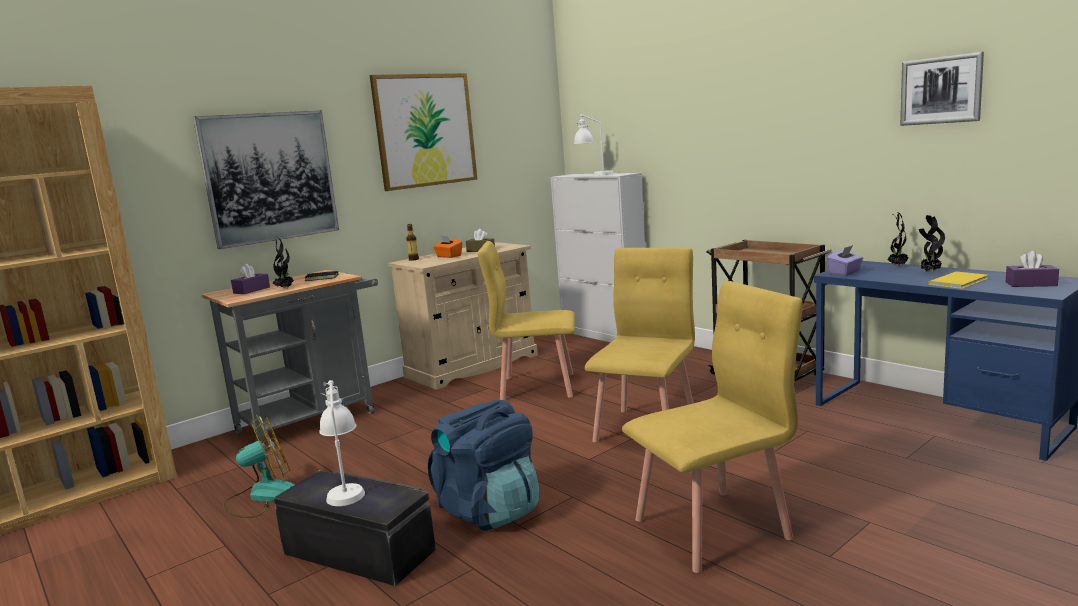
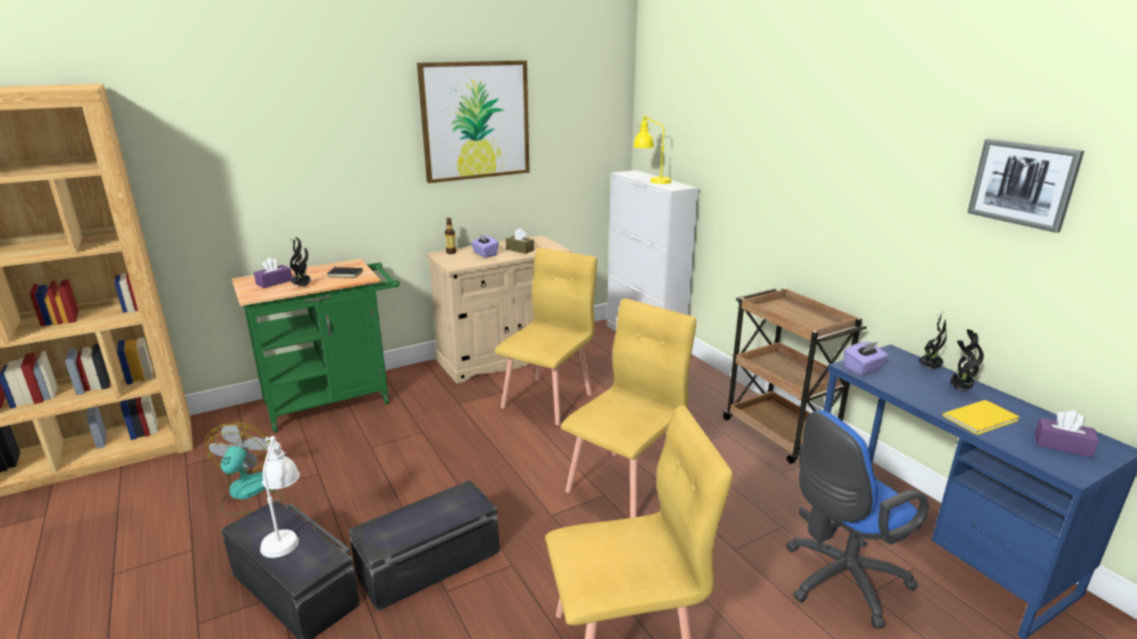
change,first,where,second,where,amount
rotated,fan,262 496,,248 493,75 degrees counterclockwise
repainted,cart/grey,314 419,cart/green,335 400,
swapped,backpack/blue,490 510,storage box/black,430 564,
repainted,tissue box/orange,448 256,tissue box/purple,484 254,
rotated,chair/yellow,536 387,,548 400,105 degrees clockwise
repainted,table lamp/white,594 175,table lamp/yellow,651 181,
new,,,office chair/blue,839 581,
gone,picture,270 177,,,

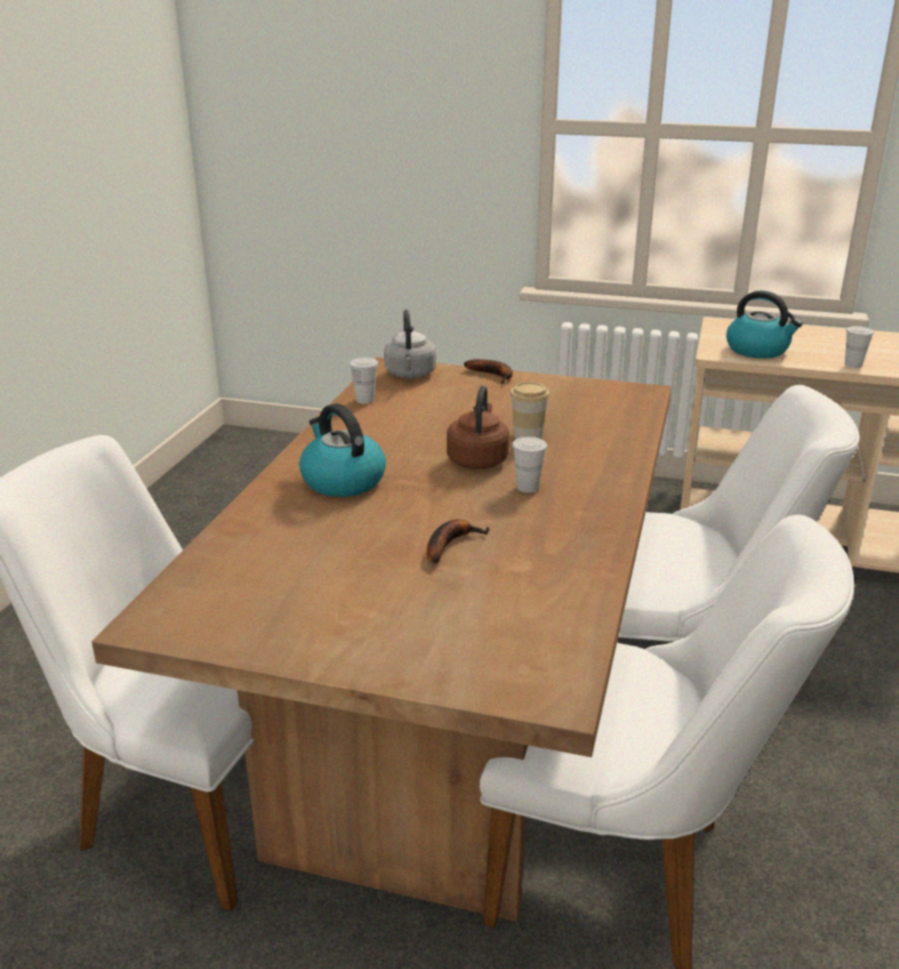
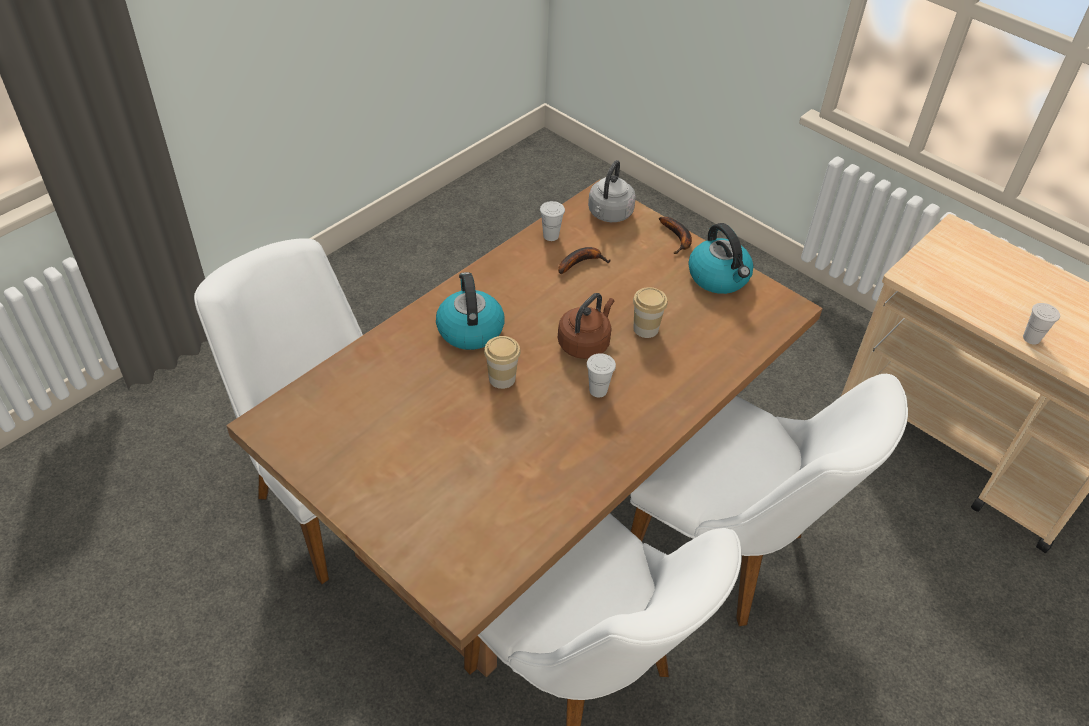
change,first,where,second,where,amount
new,,,cup,502 378,
shifted,banana,449 544,,581 262,
shifted,kettle,758 350,,719 277,

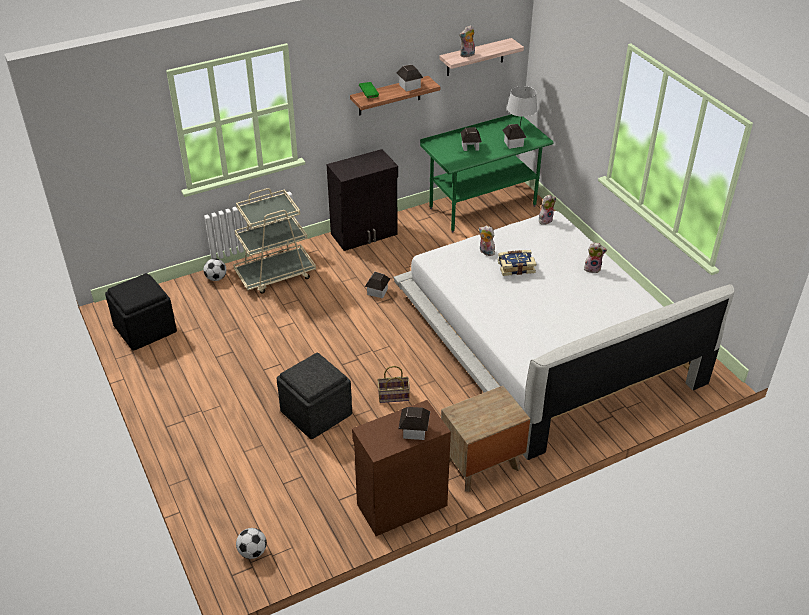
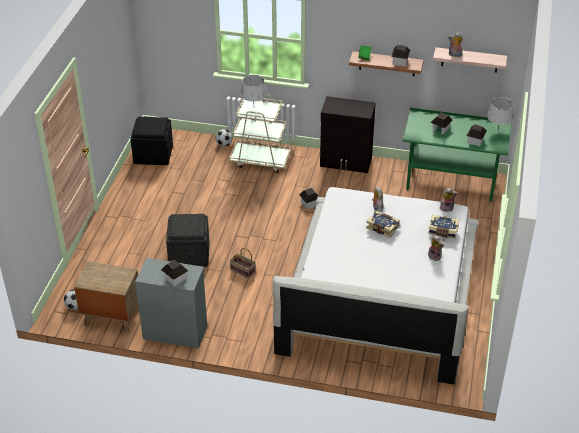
change,first,where,second,where,amount
shifted,nightstand/brown,481 464,,111 317,
repainted,cabinet/brown,400 504,cabinet/grey,175 331,
new,,,table lamp/grey,253 108,
new,,,book,443 231,

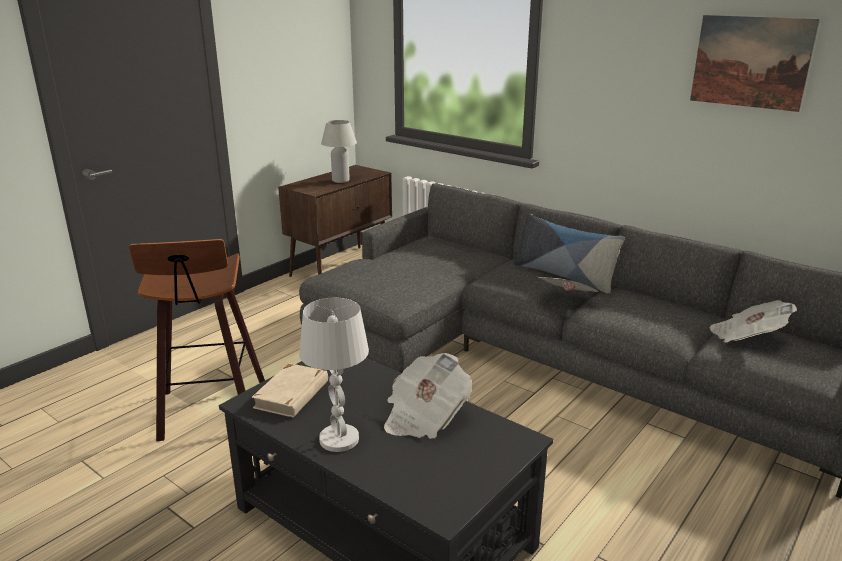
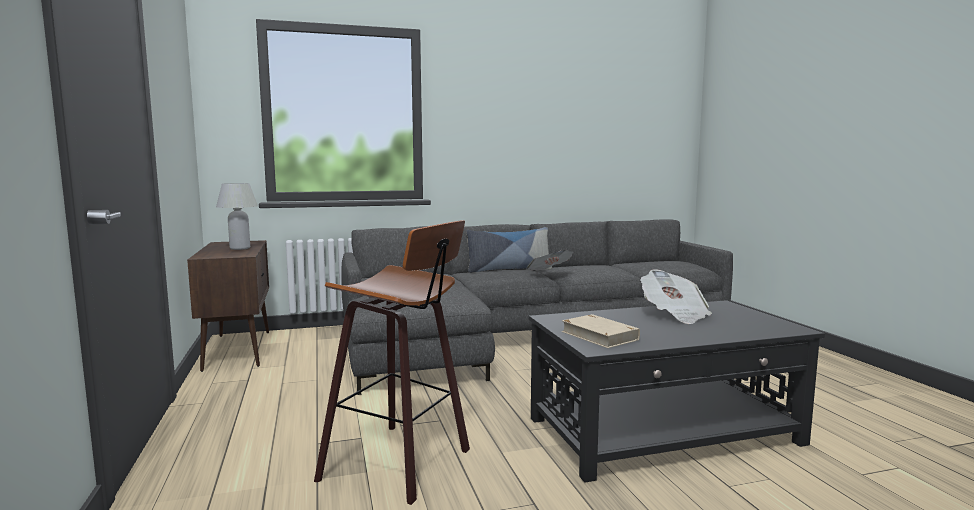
change,first,where,second,where,amount
gone,table lamp/white,339 439,,,
gone,picture,750 62,,,
gone,newspaper,747 337,,,

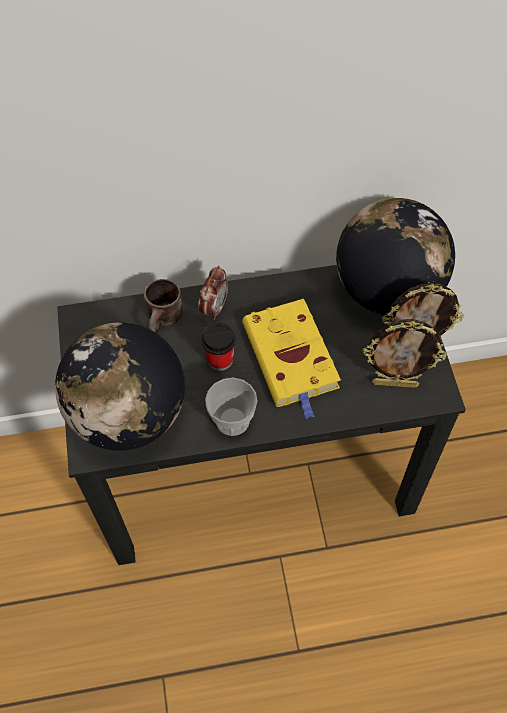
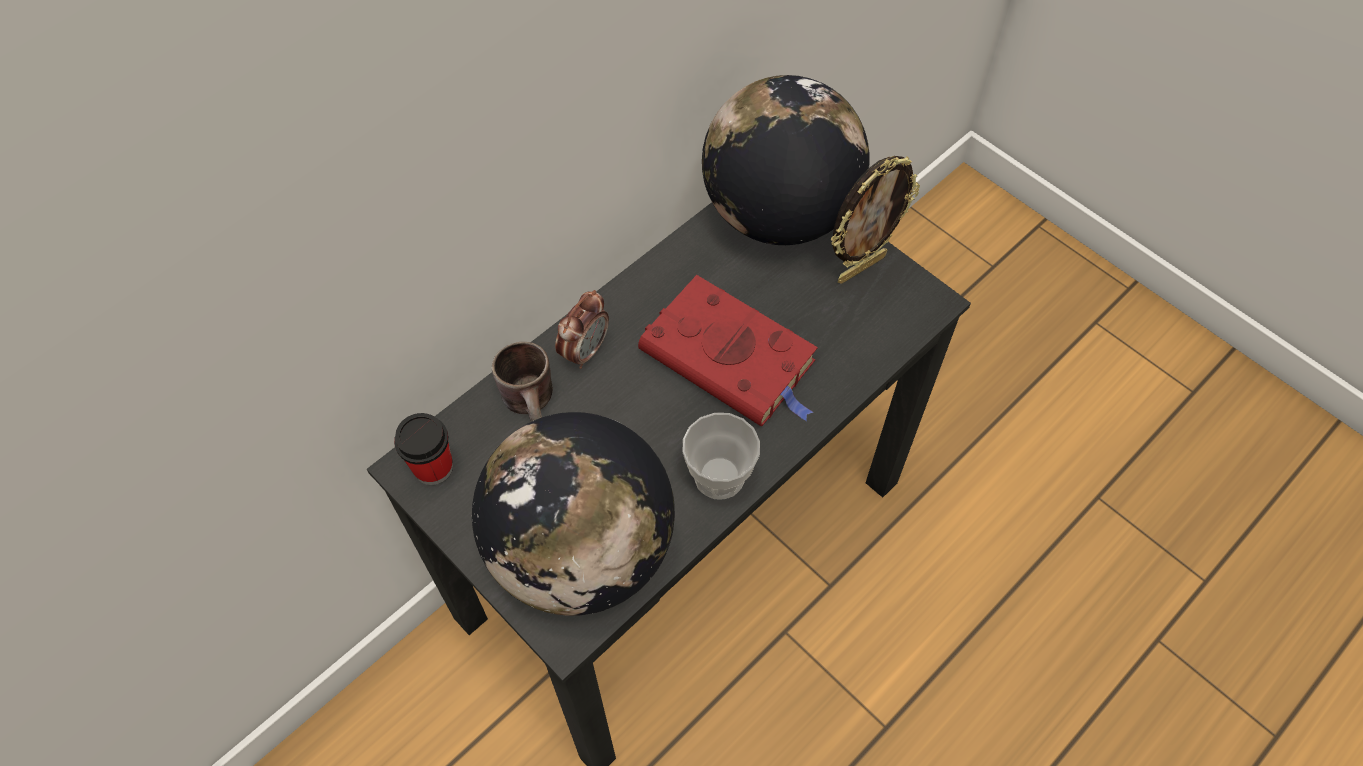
change,first,where,second,where,amount
shifted,cup,220 359,,433 467,
rotated,alarm clock,214 308,,585 350,45 degrees clockwise
repainted,book/yellow,292 359,book/red,732 358,
gone,picture frame,395 383,,,

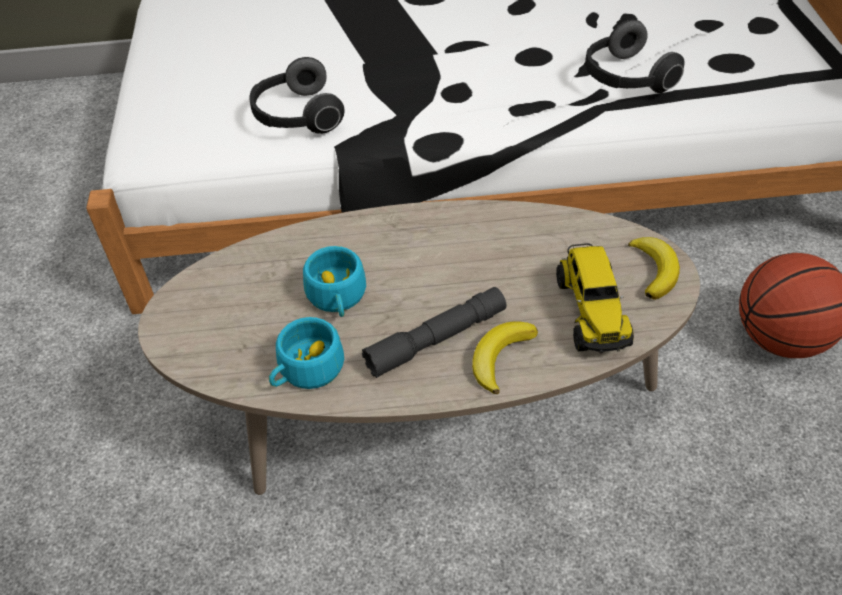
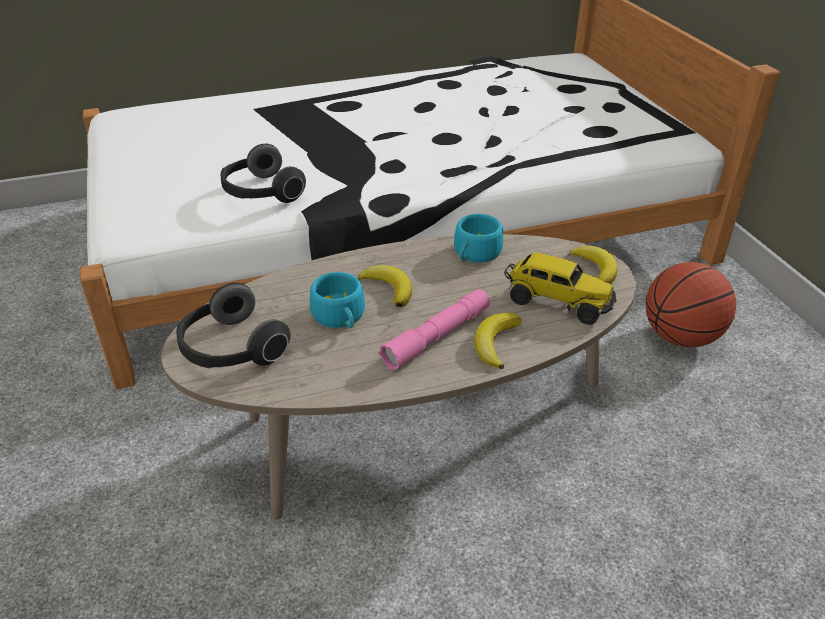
change,first,where,second,where,amount
shifted,headphones,625 79,,231 350,
new,,,banana,389 288,
repainted,flashlight/grey,436 339,flashlight/pink,437 337,
shifted,cup/turquoise,306 371,,474 254,
rotated,toy truck,591 311,,557 302,45 degrees counterclockwise

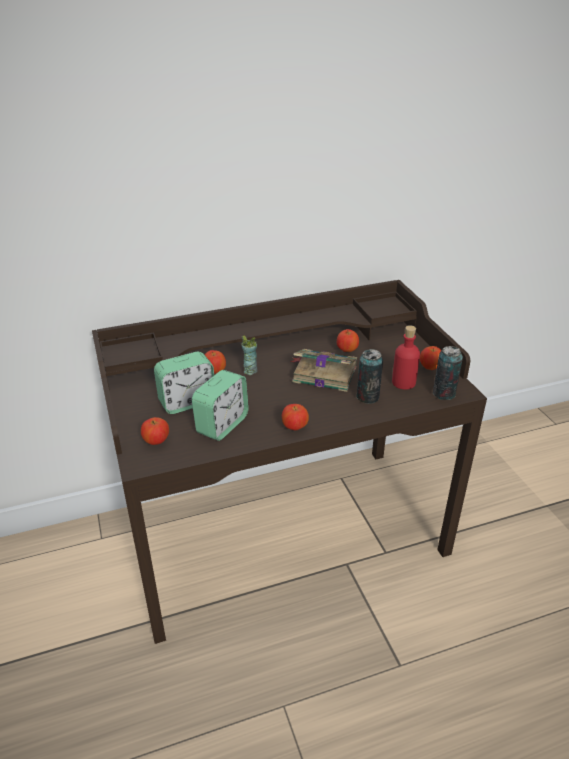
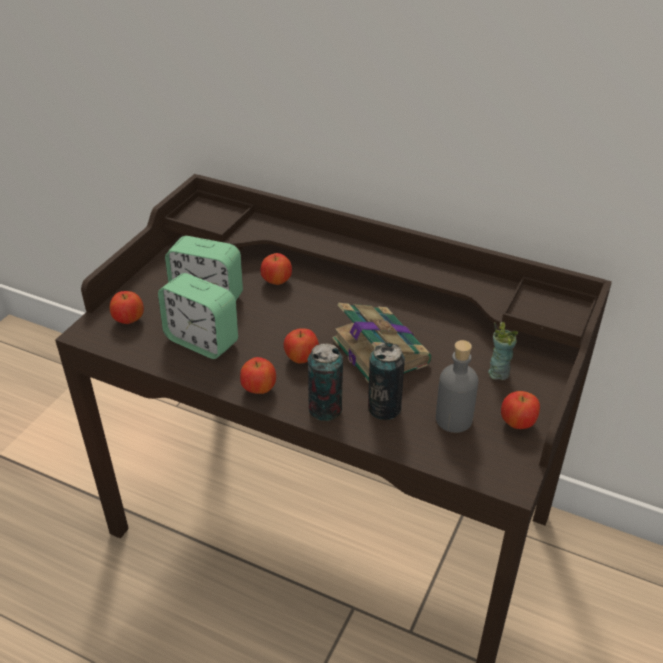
change,first,where,second,where,amount
rotated,alarm clock,222 425,,202 341,45 degrees clockwise
shifted,apple,347 350,,301 359,
shifted,can,444 394,,325 409,
repainted,bottle/red,403 382,bottle/grey,453 419,
shifted,cup,250 371,,498 373,

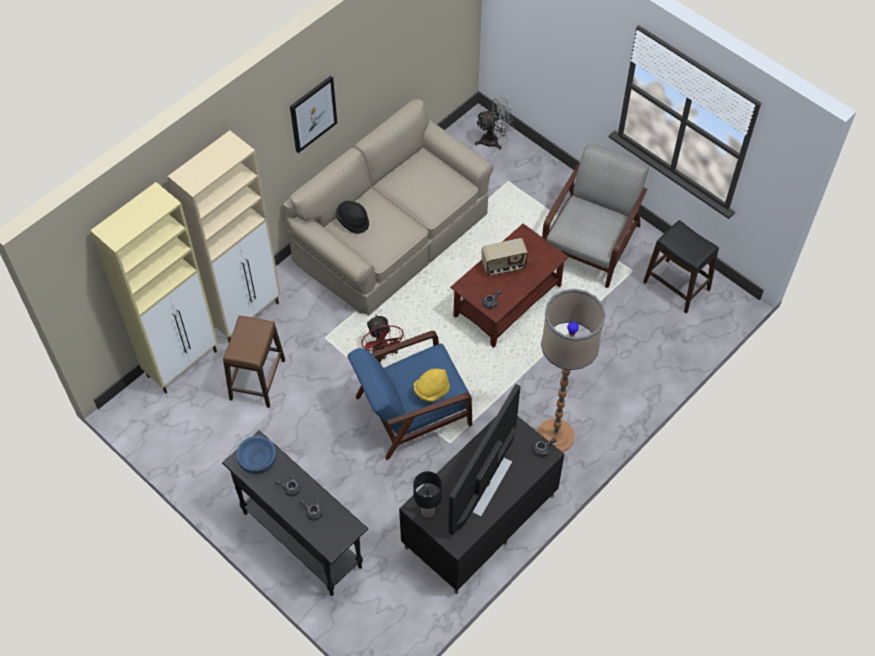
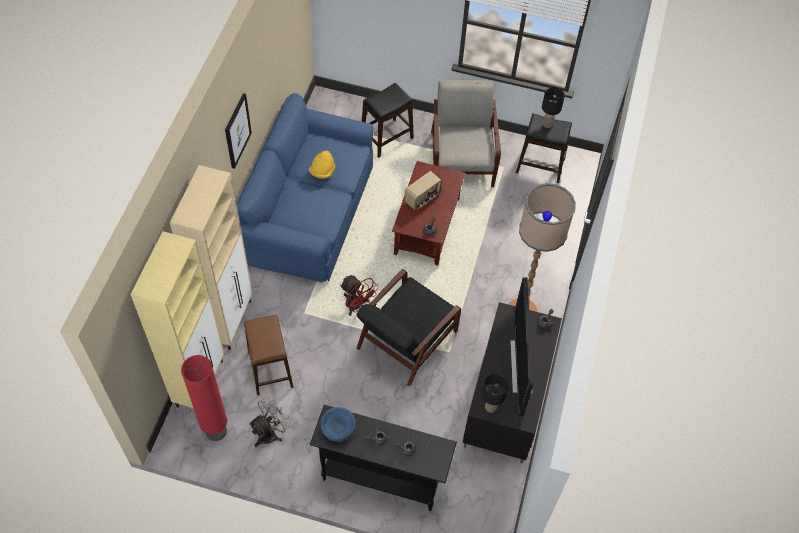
change,first,where,second,where,amount
new,,,floor lamp/red,216 431,
repainted,sofa/beige,392 234,sofa/blue,309 211,
shifted,fan/grey,494 140,,270 433,
shifted,hat/yellow,431 390,,322 171,
repainted,armchair/blue,411 411,armchair/black,405 341,
new,,,stool/black,386 138,
new,,,table lamp/black,548 124,
gone,hat/black,353 221,,,

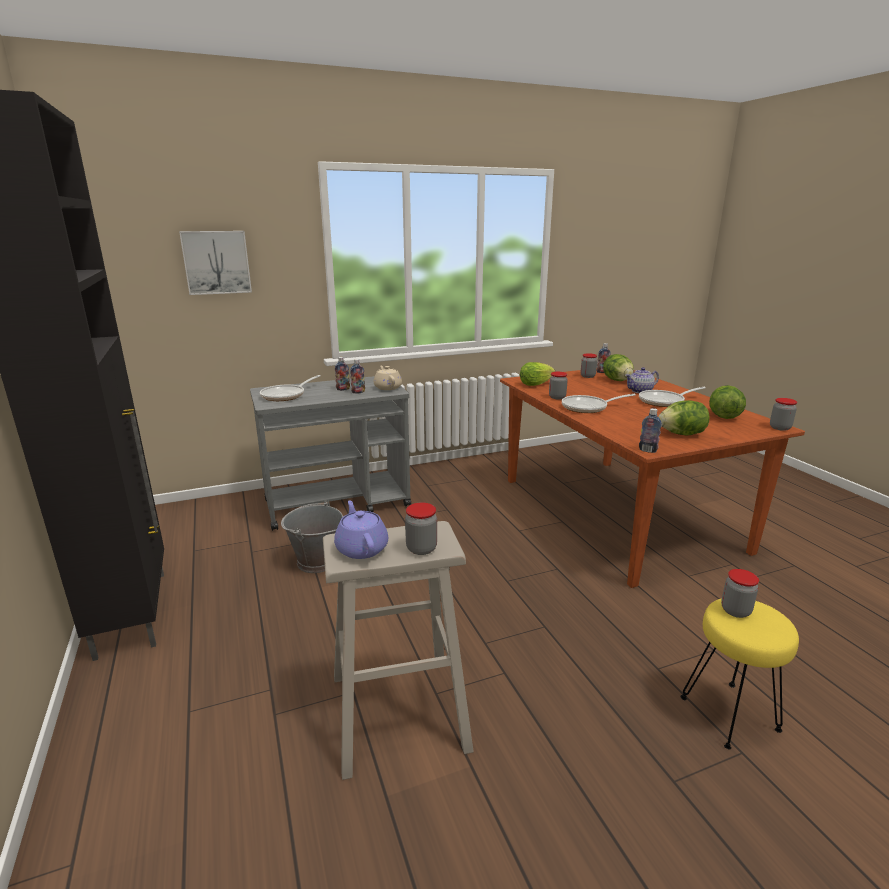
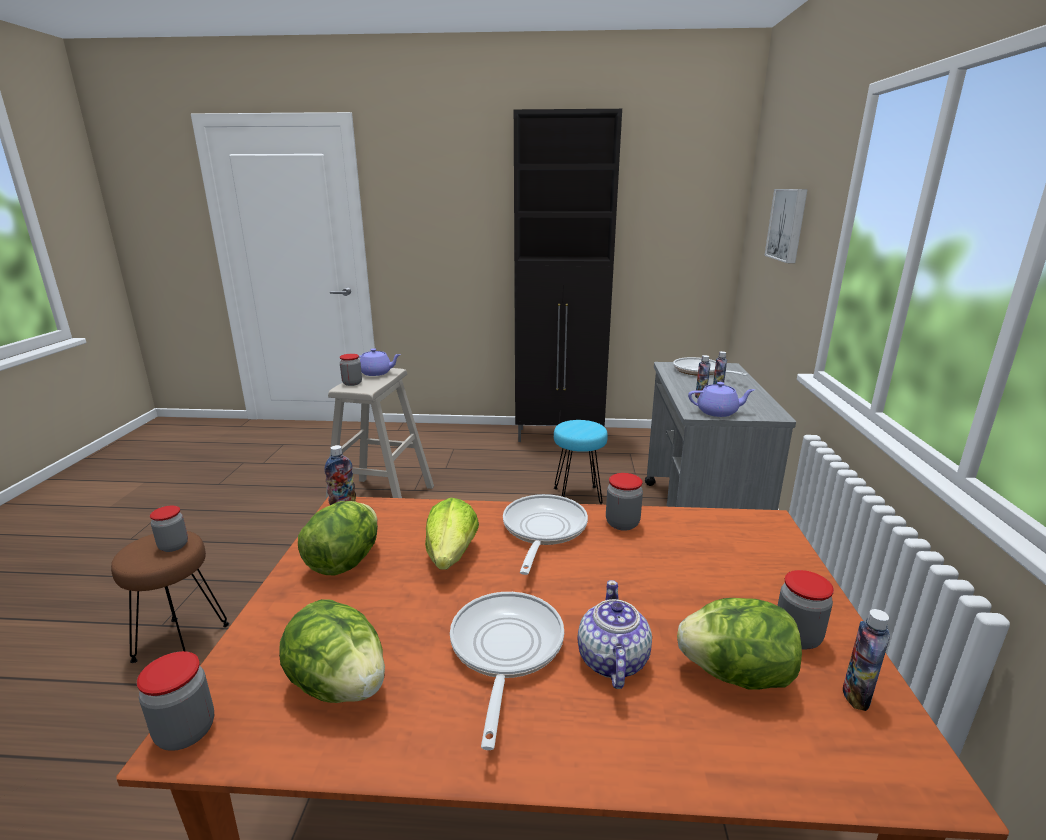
change,first,where,second,where,amount
repainted,stool/yellow,728 714,stool/brown,182 641,
shifted,lettuce,535 384,,451 556,
swapped,bucket/grey,316 562,stool/turquoise,578 497,
repainted,teapot/beige,387 387,teapot/purple,718 412,

